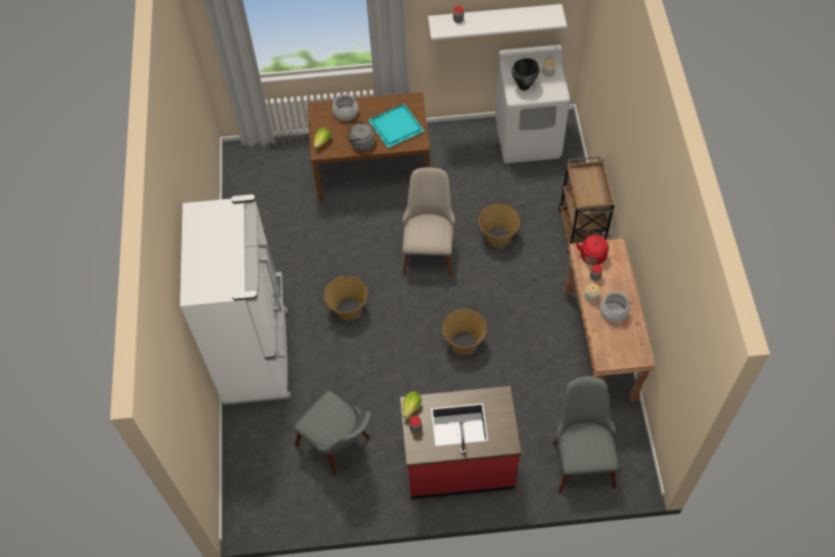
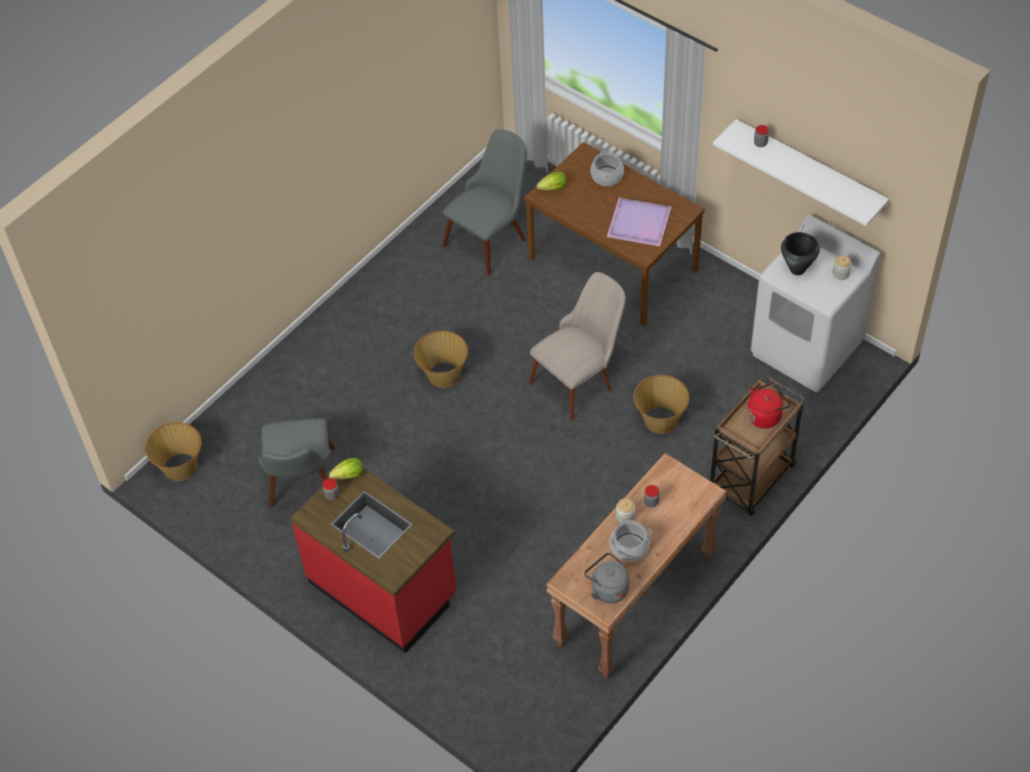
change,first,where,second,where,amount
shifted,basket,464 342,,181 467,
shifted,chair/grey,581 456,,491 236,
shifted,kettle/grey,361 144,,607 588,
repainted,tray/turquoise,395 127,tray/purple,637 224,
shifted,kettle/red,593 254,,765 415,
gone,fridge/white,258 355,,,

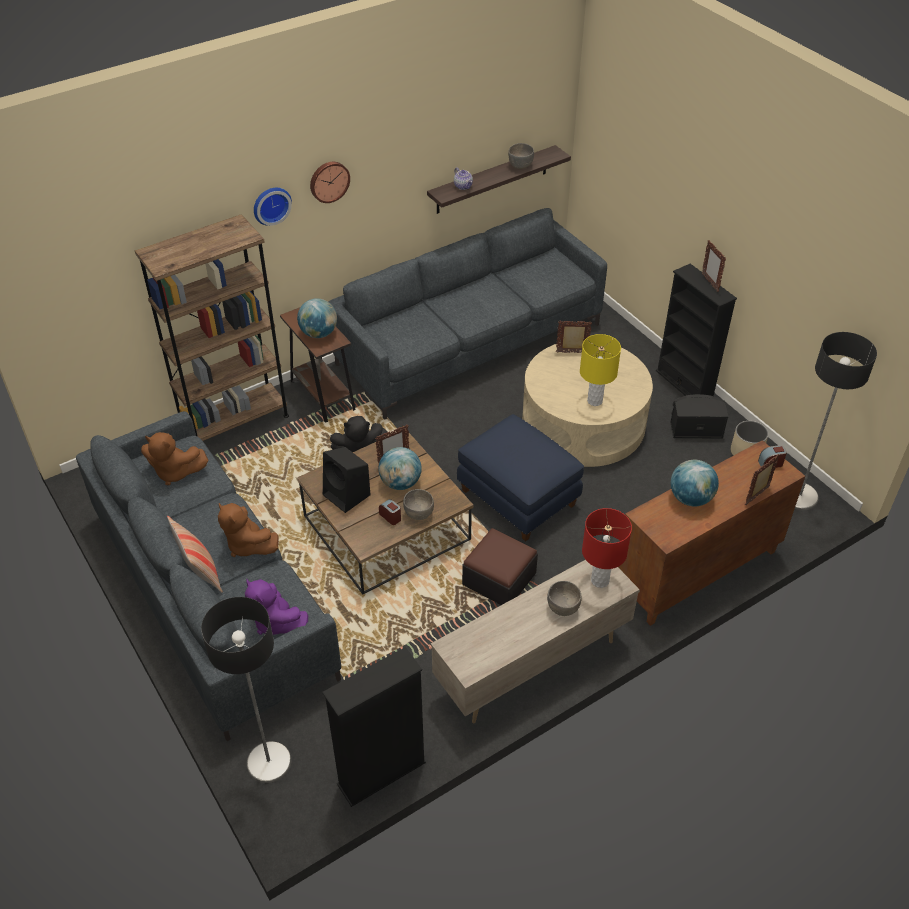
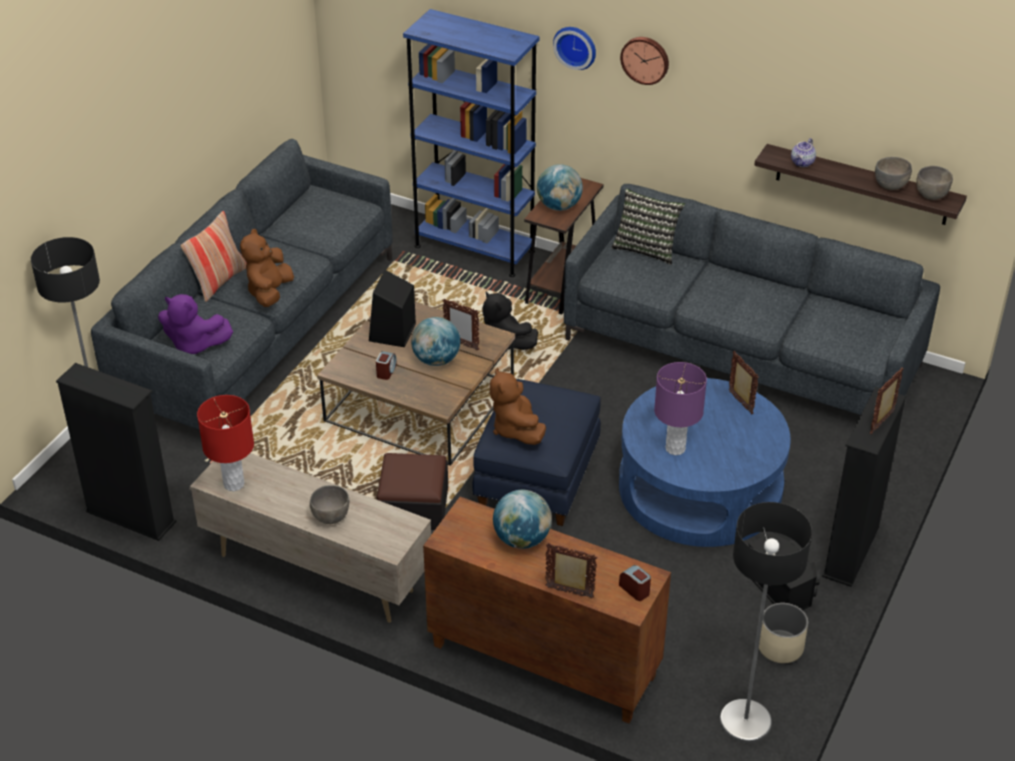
change,first,where,second,where,amount
rotated,plush toy/purple,276 621,,194 345,90 degrees counterclockwise
shifted,table lamp/red,600 580,,234 484,
repainted,bookcase/brown,235 422,bookcase/blue,474 248,
shifted,plush toy/brown,175 472,,516 429,
new,,,pillow,646 248,
repainted,coffee table/beige,583 422,coffee table/blue,700 487,
repainted,table lamp/yellow,595 401,table lamp/purple,675 448,
shifted,bowl/grey,419 514,,931 195,

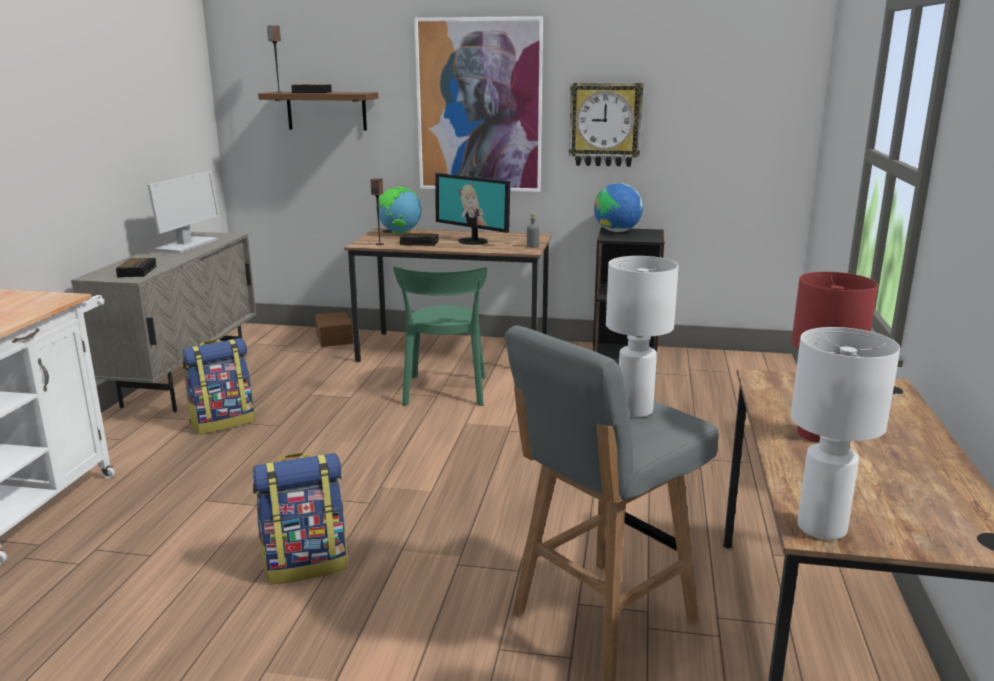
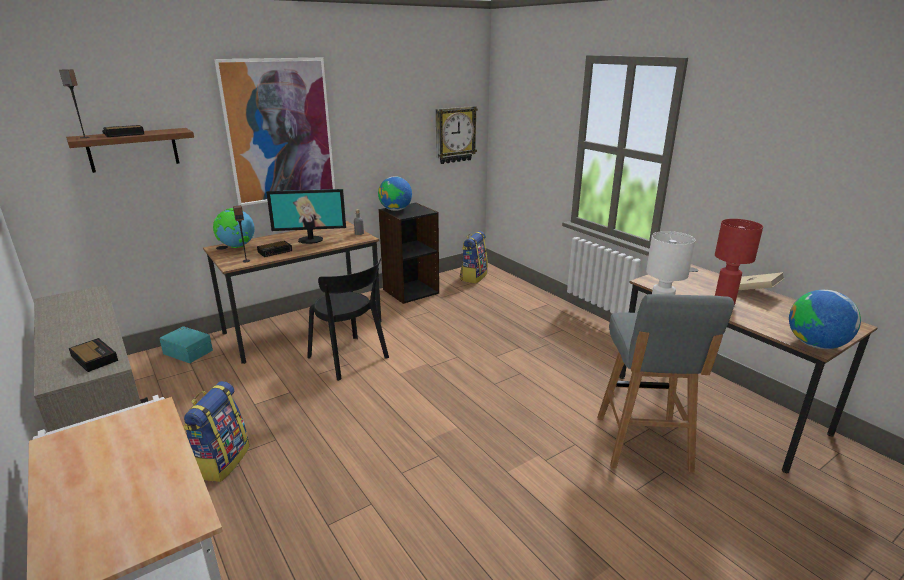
change,first,where,second,where,amount
repainted,storage box/brown,335 338,storage box/turquoise,189 351,
repainted,chair/green,445 393,chair/black,350 359,
shifted,wall clock,605 124,,455 135,
shifted,backpack,306 564,,473 277,
new,,,book/beige,753 292,
swapped,table lamp/white,821 529,globe,815 345,
gone,monitor,186 245,,,

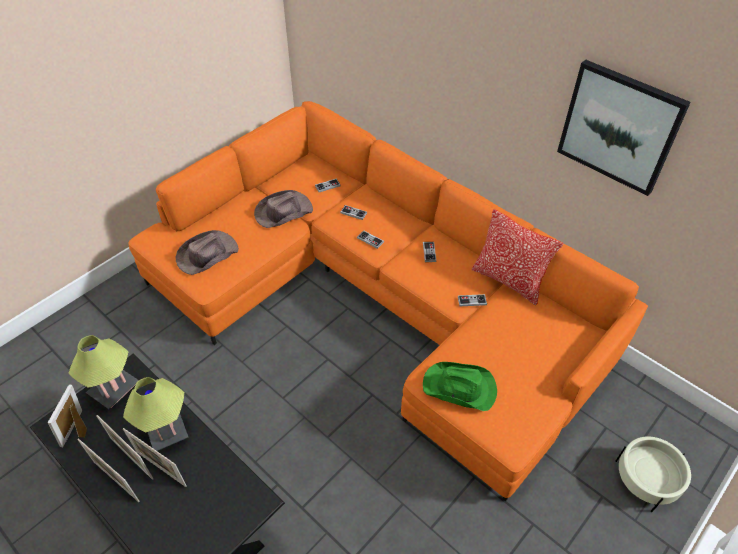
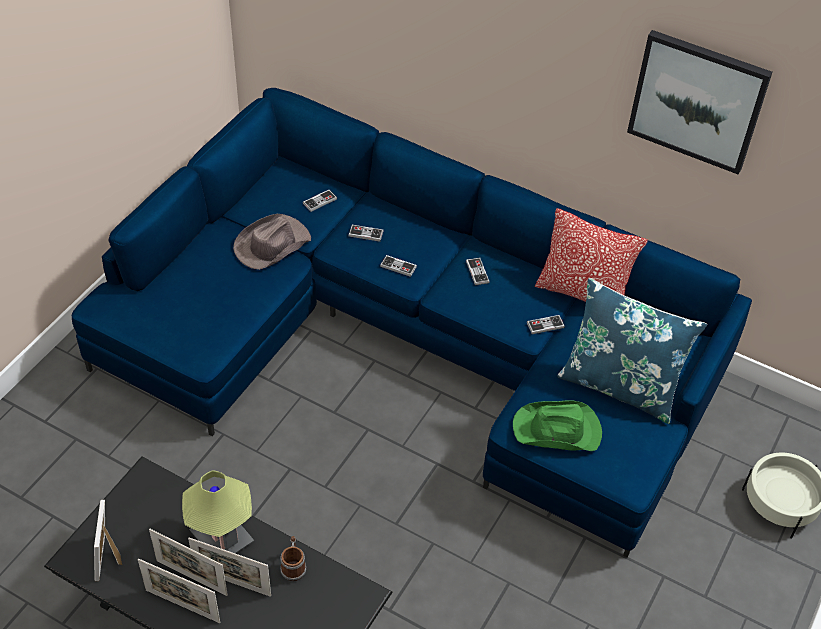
change,first,where,second,where,amount
repainted,sofa/orange,376 298,sofa/blue,408 342,
new,,,mug,293 566,
new,,,pillow/blue,620 386,
gone,table lamp,114 389,,,
gone,hat/brown,206 255,,,

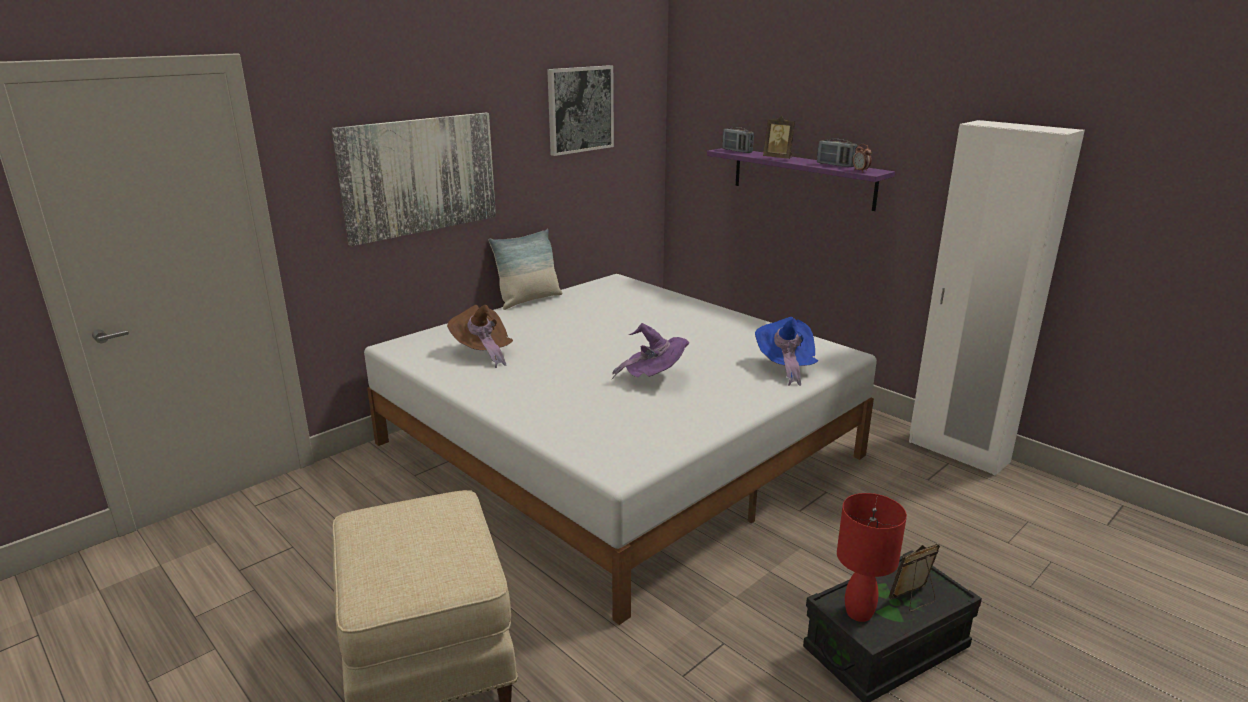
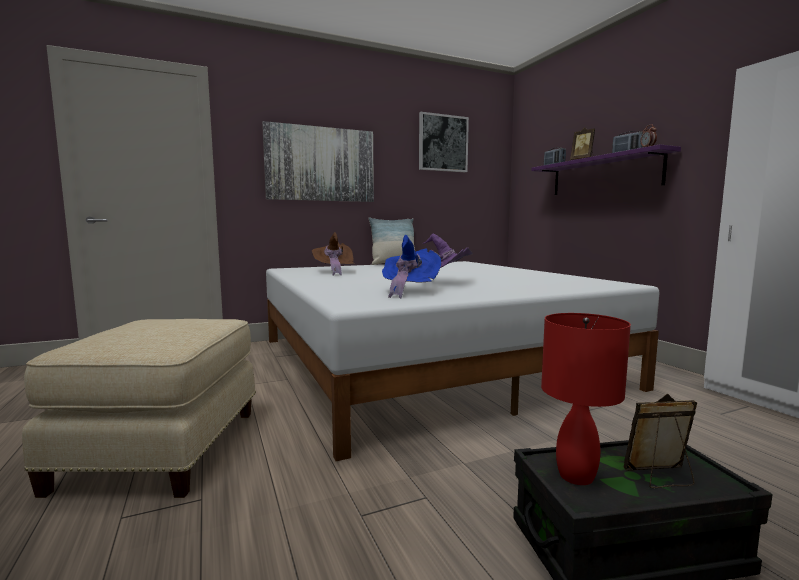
change,first,where,second,where,amount
shifted,hat/blue,785 367,,408 291,

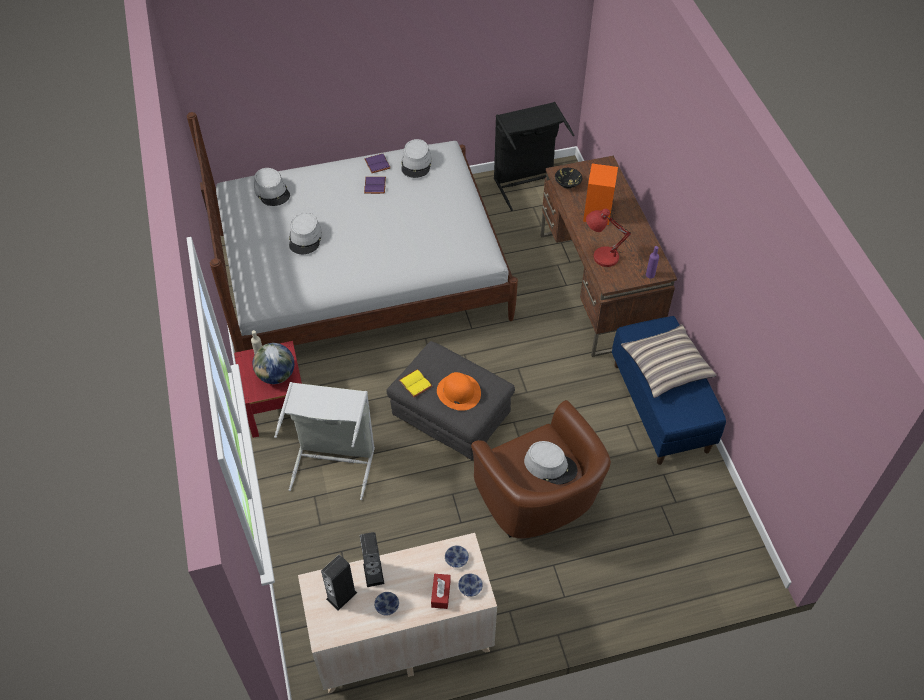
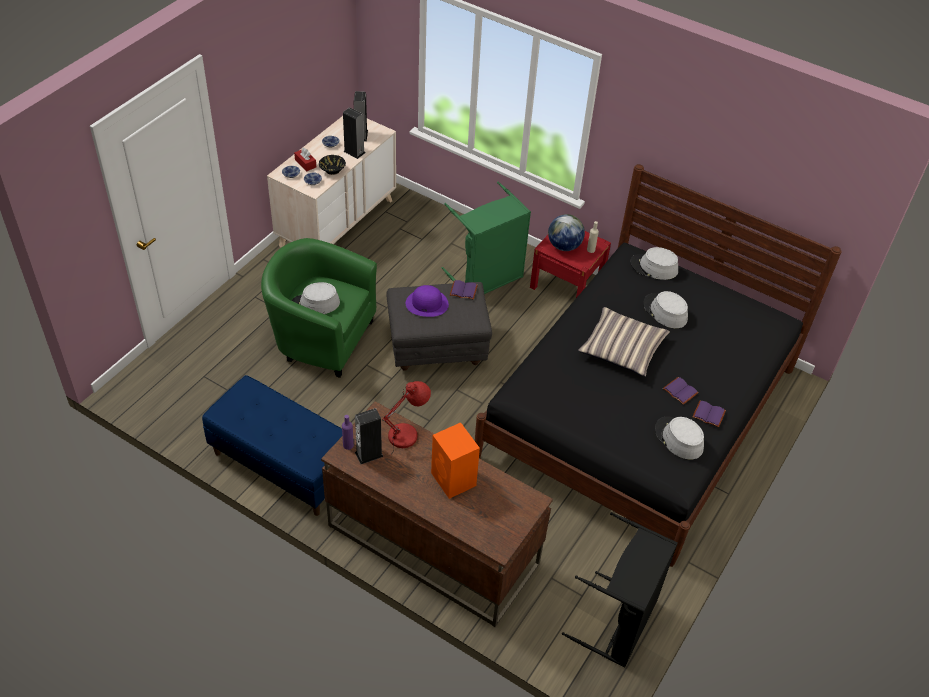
change,first,where,second,where,amount
repainted,armchair/brown,539 503,armchair/green,321 337,
shifted,bowl/black,567 184,,332 170,
new,,,speaker,369 454,
repainted,hat/orange,458 392,hat/purple,427 303,
repainted,laundry basket/grey,334 461,laundry basket/green,486 278,
repainted,book/yellow,416 383,book/purple,463 291,
repainted,bed/white,362 274,bed/black,639 412,
shifted,pillow,666 366,,622 348,
shifted,hat/grey,272 191,,654 267,

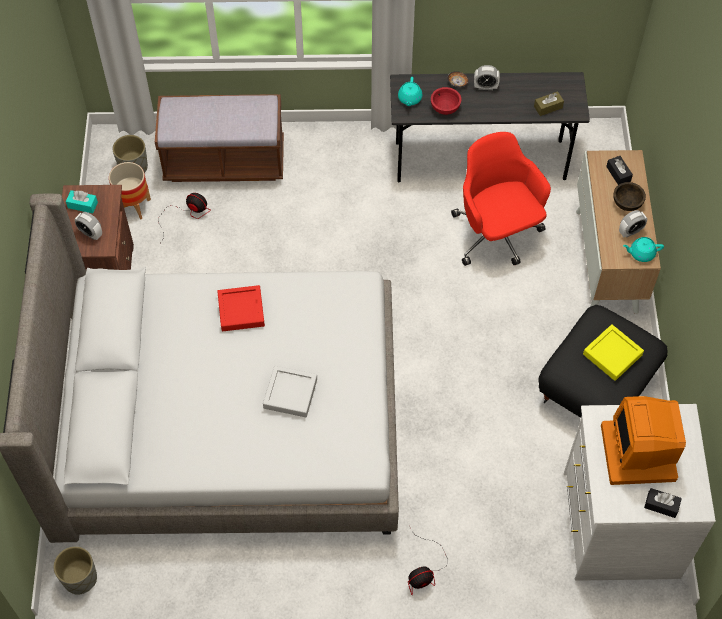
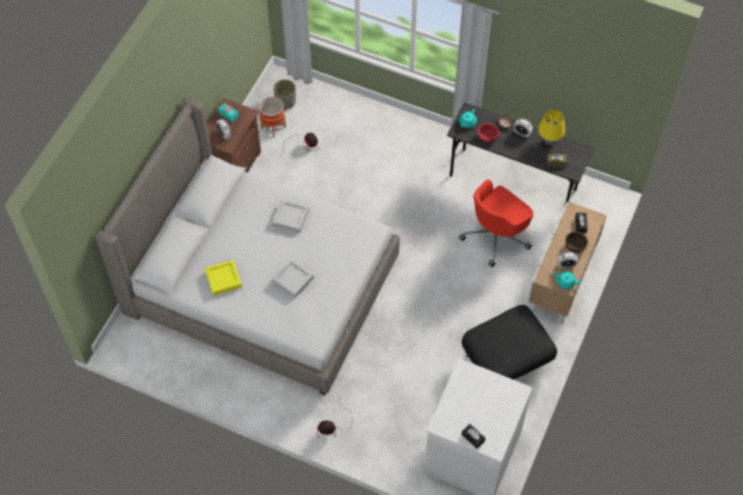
change,first,where,second,where,amount
shifted,tray/yellow,612 354,,223 279,
repainted,tray/red,241 311,tray/grey,290 217,
rotated,office chair/red,496 235,,496 236,135 degrees counterclockwise
new,,,table lamp/yellow,549 141,
gone,planter/grey,79 578,,,
gone,bench/brown,224 162,,,
gone,monitor,640 453,,,

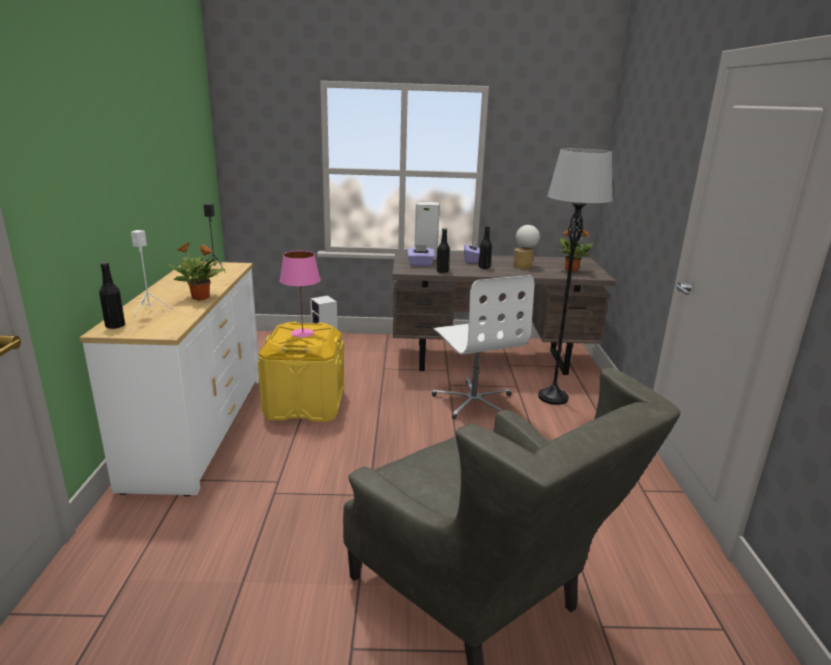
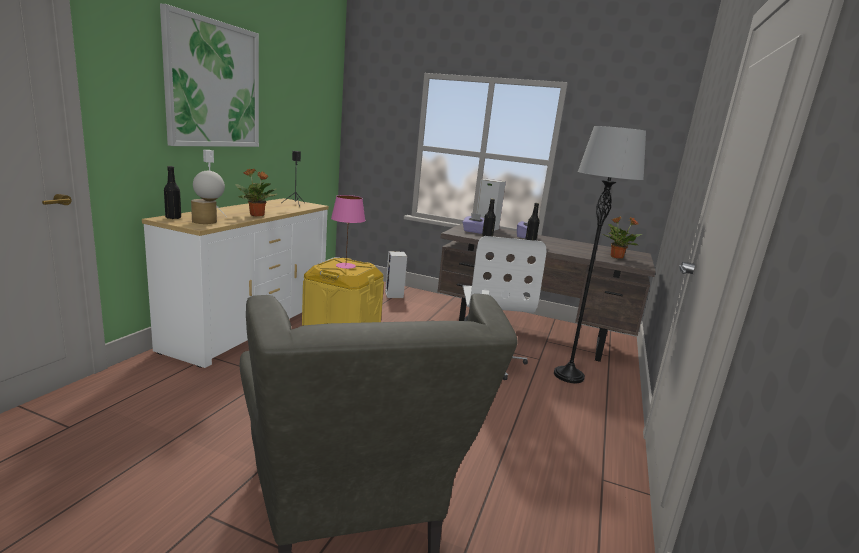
change,first,where,second,where,amount
new,,,picture,213 85,
shifted,table lamp,524 266,,208 221,

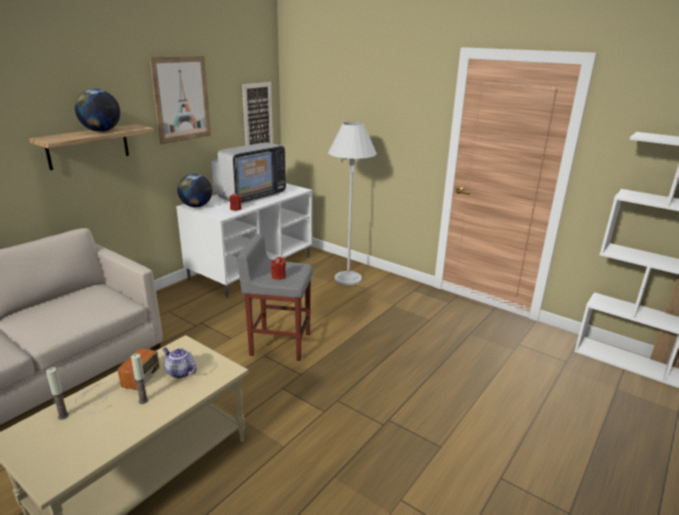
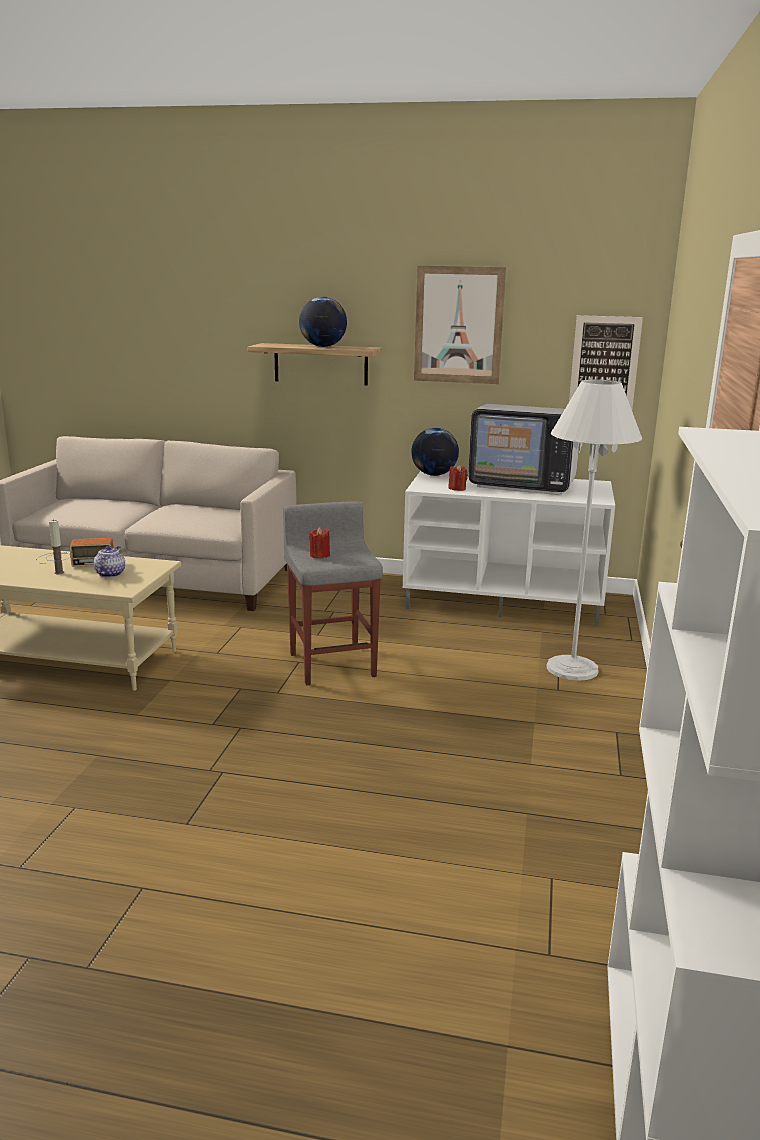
change,first,where,second,where,amount
gone,candle,63 416,,,

